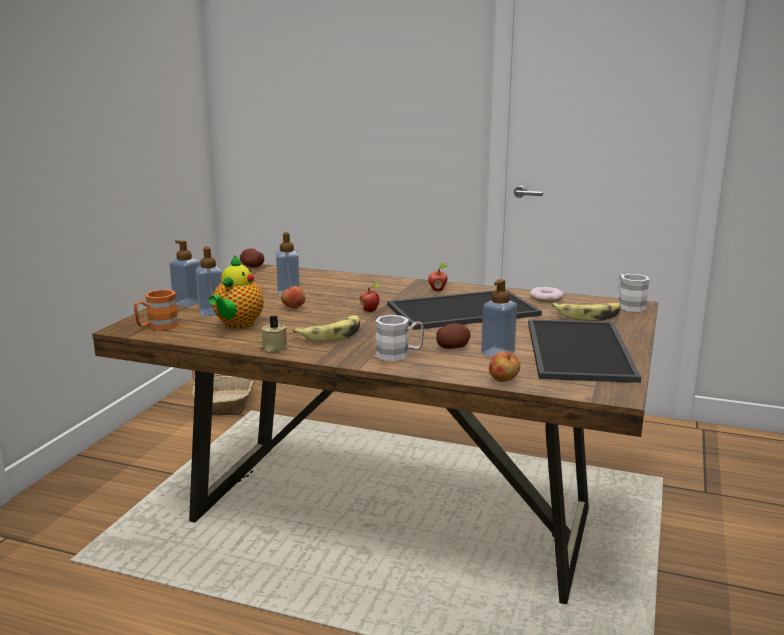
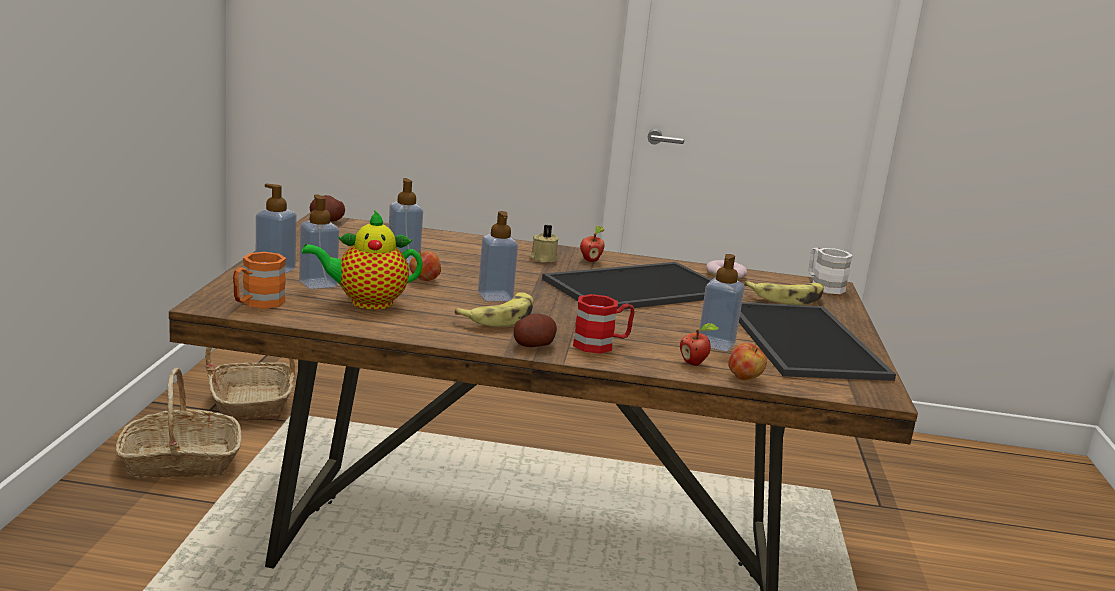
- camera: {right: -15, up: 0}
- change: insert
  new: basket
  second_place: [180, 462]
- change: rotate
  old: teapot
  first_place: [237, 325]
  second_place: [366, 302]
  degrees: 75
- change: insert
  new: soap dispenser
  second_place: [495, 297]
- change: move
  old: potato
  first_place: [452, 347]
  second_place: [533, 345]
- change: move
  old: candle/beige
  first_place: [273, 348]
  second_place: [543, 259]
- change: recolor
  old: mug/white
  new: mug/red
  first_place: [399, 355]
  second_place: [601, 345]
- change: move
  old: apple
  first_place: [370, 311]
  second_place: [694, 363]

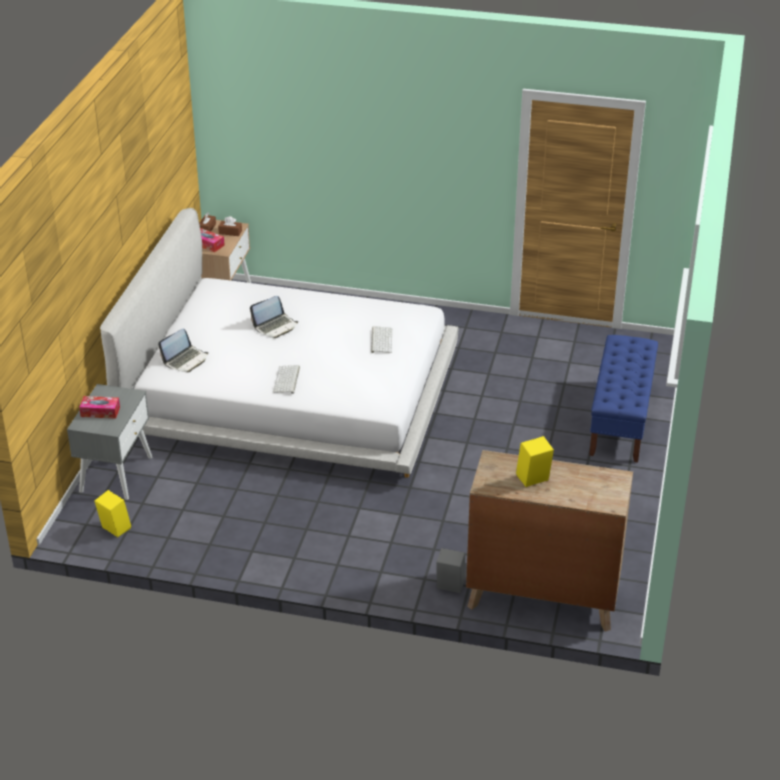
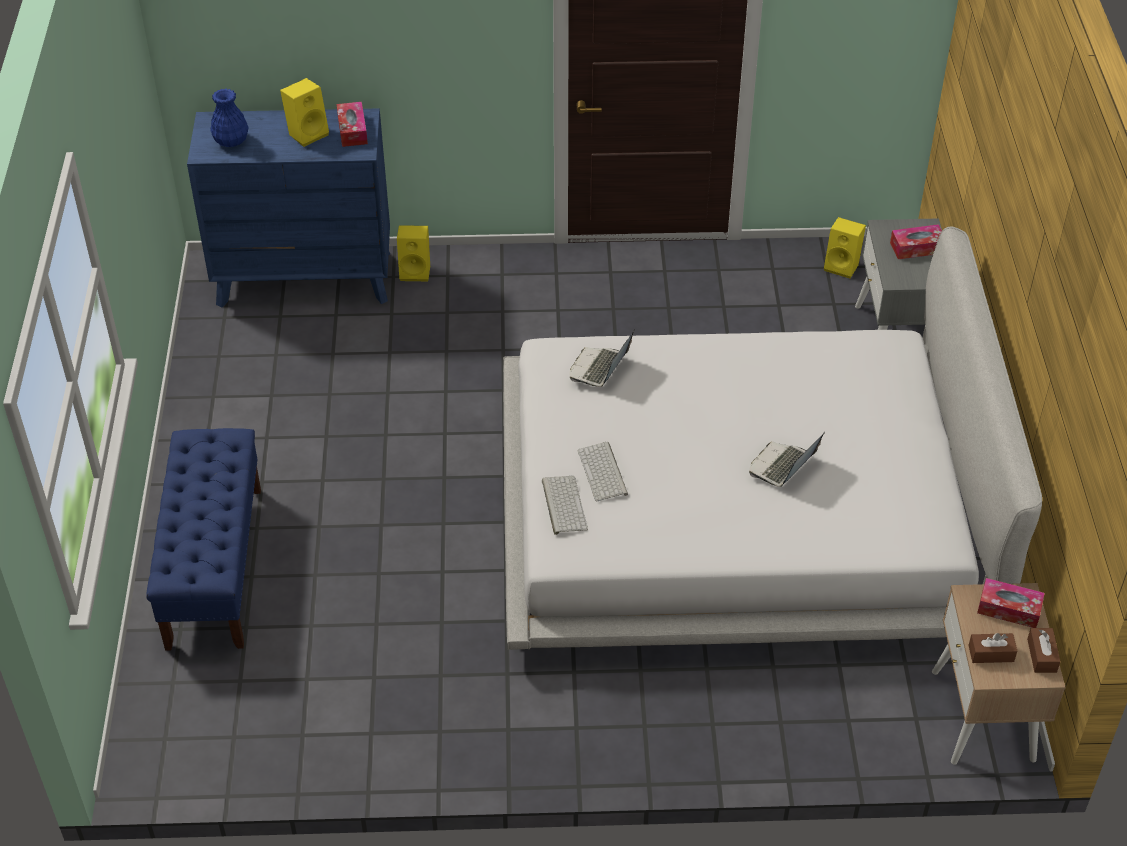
- camera: {right: 165, up: 10}
- change: recolor
  old: dresser/brown
  new: dresser/blue
  first_place: [542, 597]
  second_place: [304, 278]
- change: insert
  new: vase/blue
  second_place: [231, 140]
- change: insert
  new: tissue box
  second_place: [352, 130]
- change: recolor
  old: speaker/grey
  new: speaker/yellow
  first_place: [449, 587]
  second_place: [416, 271]
- change: move
  old: keyboard
  first_place: [287, 380]
  second_place: [563, 504]
- change: move
  old: laptop
  first_place: [185, 360]
  second_place: [599, 368]

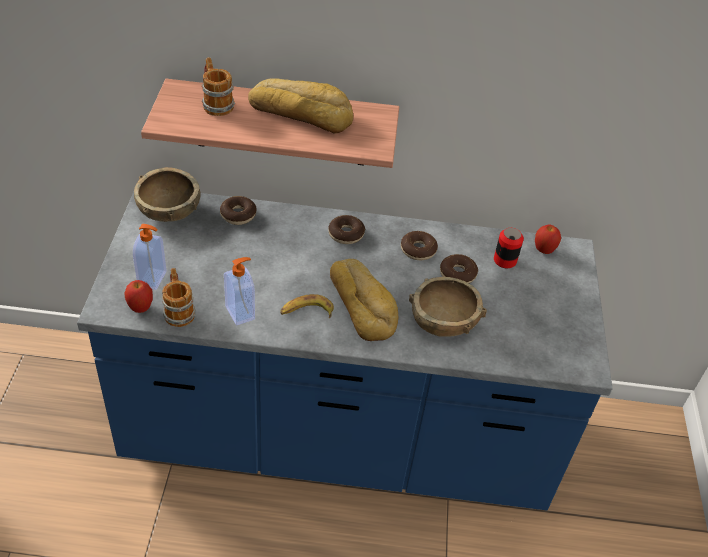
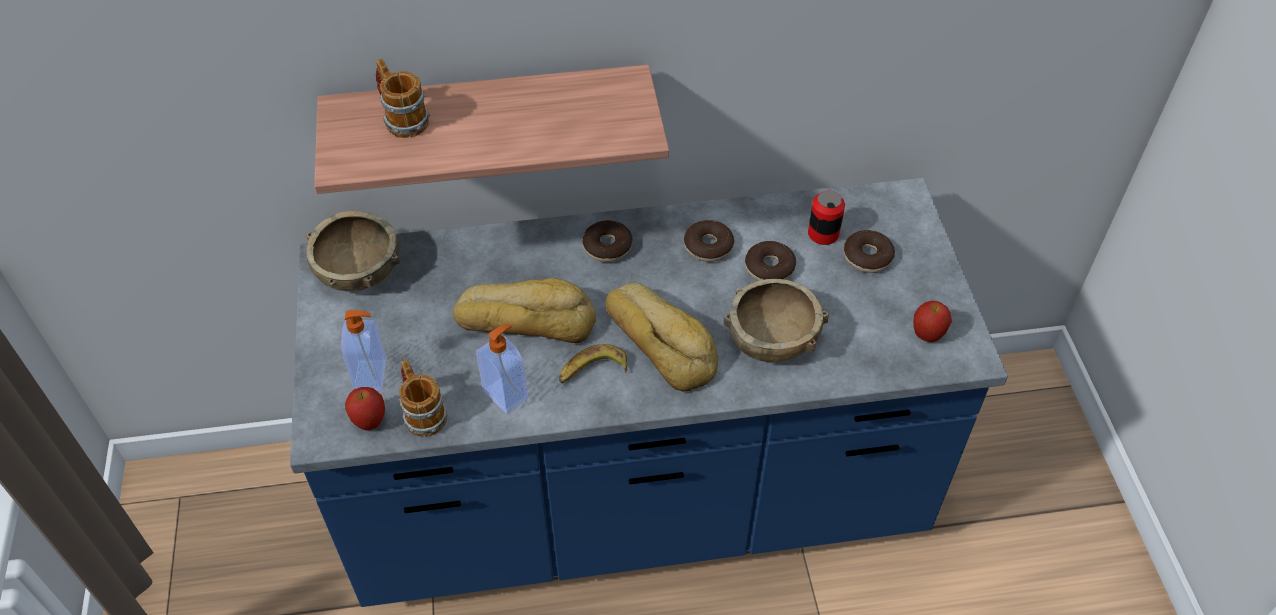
- camera: {right: -10, up: 5}
- change: move
  old: bread
  first_place: [301, 113]
  second_place: [526, 319]
- change: move
  old: donut
  first_place: [238, 215]
  second_place: [867, 257]
- change: move
  old: apple
  first_place: [543, 250]
  second_place: [927, 335]

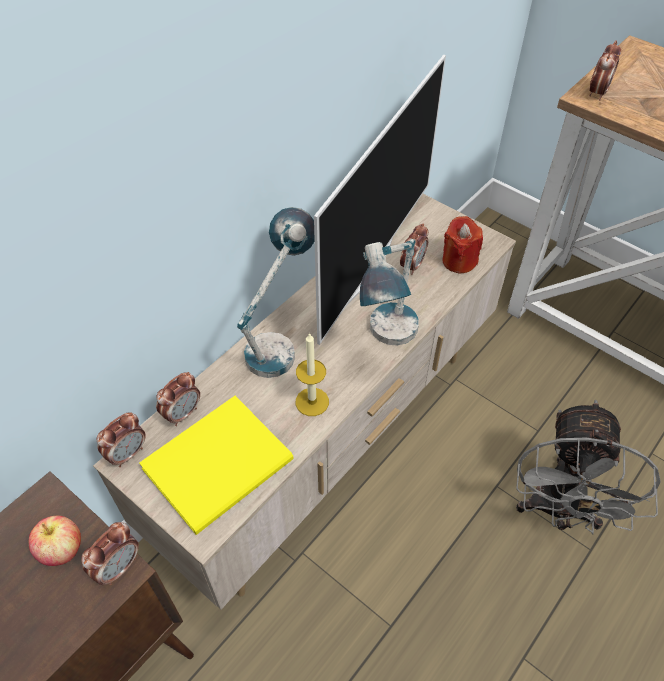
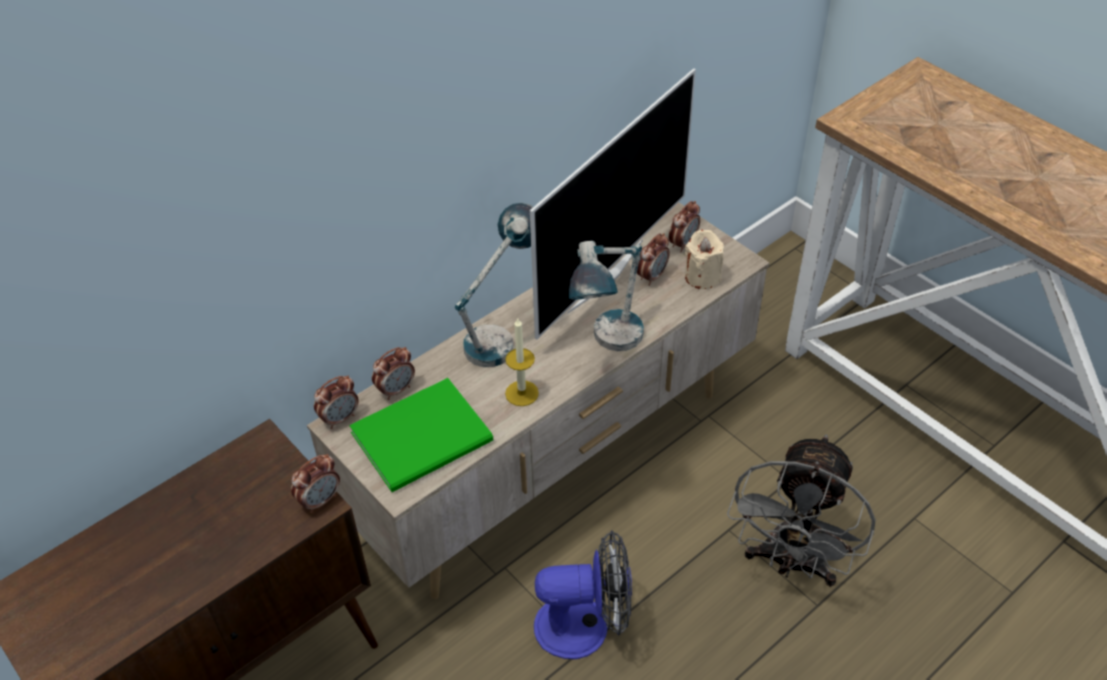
- camera: {right: 10, up: -5}
- change: recolor
  old: book/yellow
  new: book/green
  first_place: [223, 464]
  second_place: [426, 437]
- change: insert
  new: fan
  second_place: [585, 625]
- change: move
  old: alarm clock
  first_place: [597, 93]
  second_place: [683, 244]
- change: recolor
  old: candle/red
  new: candle/beige
  first_place: [459, 261]
  second_place: [702, 277]
- change: delete
  old: apple
  first_place: [62, 550]

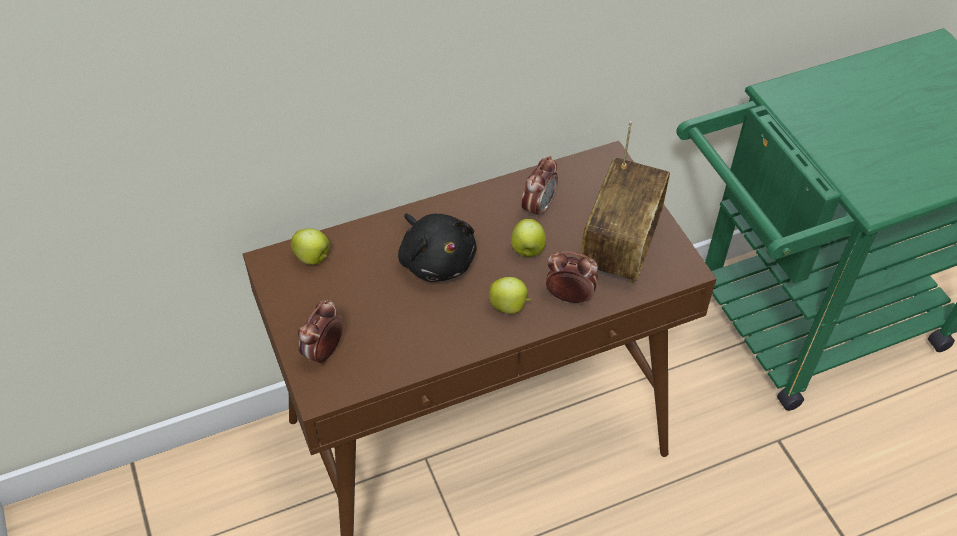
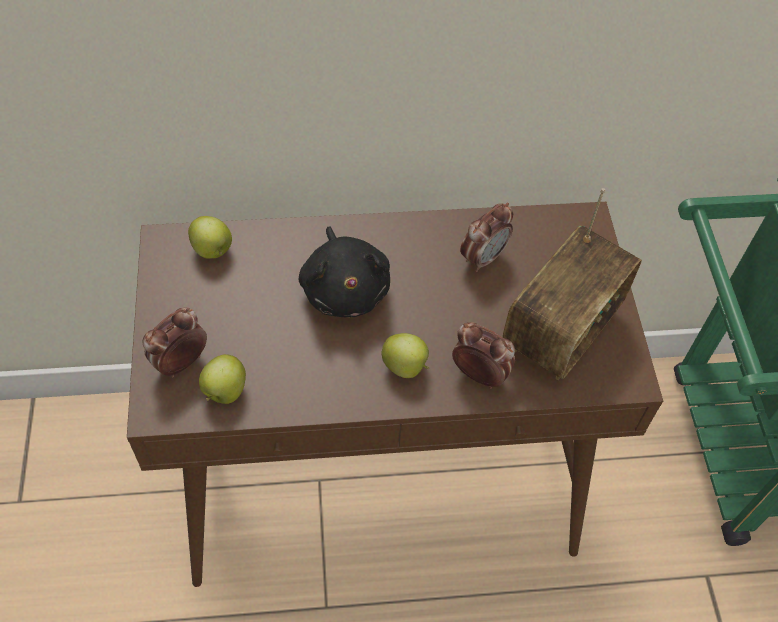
- camera: {right: 15, up: 5}
- change: move
  old: apple
  first_place: [527, 250]
  second_place: [224, 392]

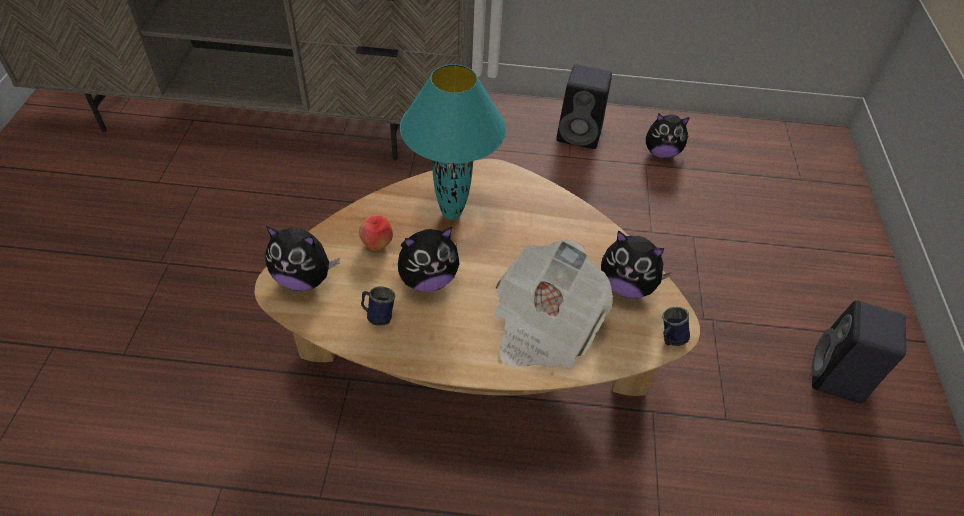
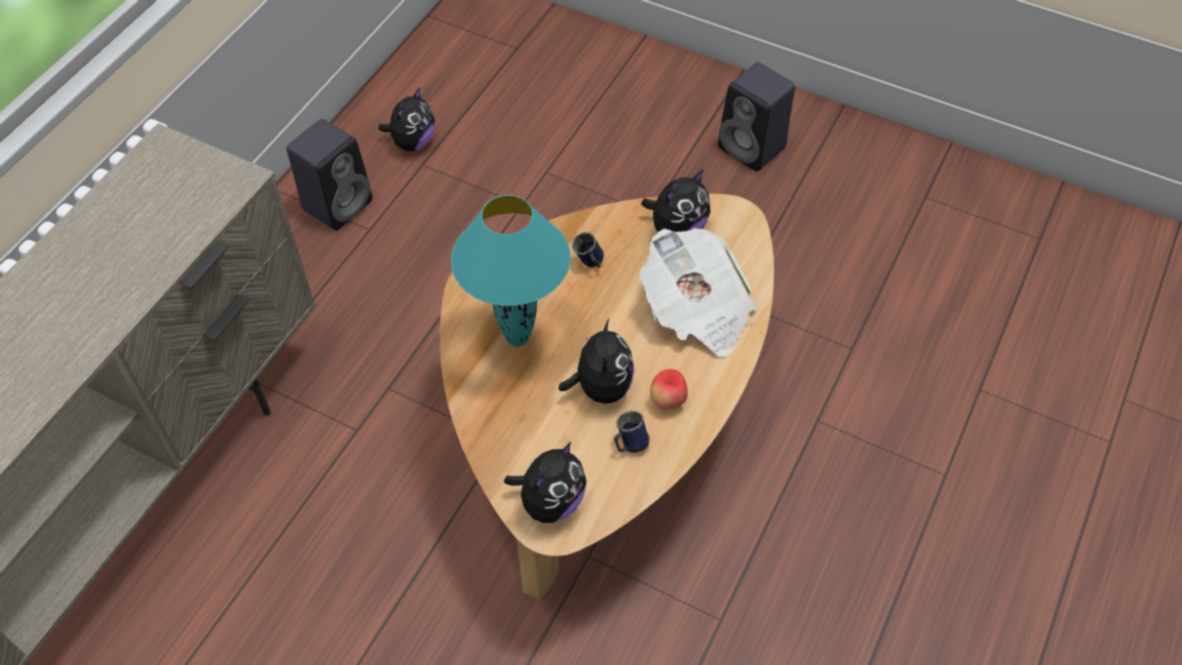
- camera: {right: -65, up: 5}
- change: move
  old: mug/blue
  first_place: [669, 339]
  second_place: [590, 264]
- change: move
  old: apple
  first_place: [377, 245]
  second_place: [668, 401]

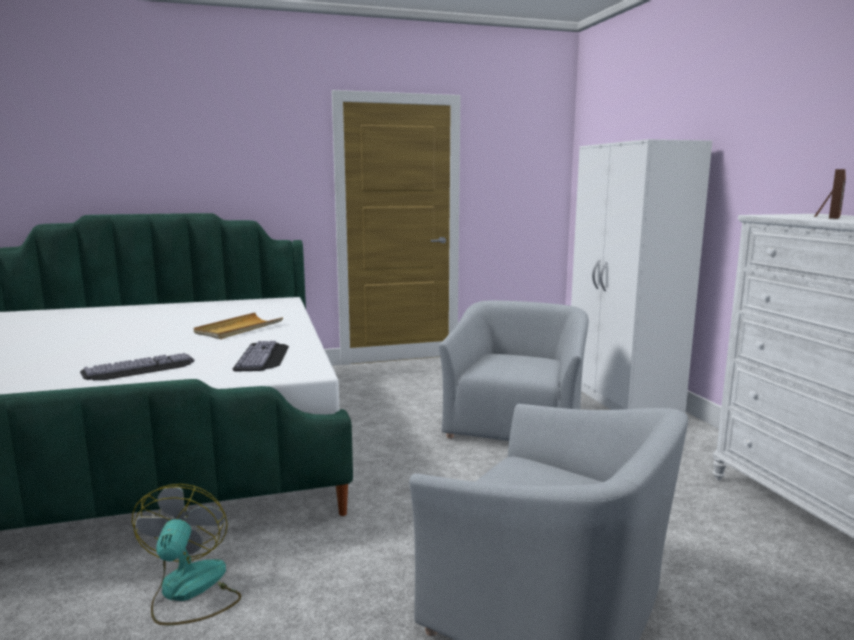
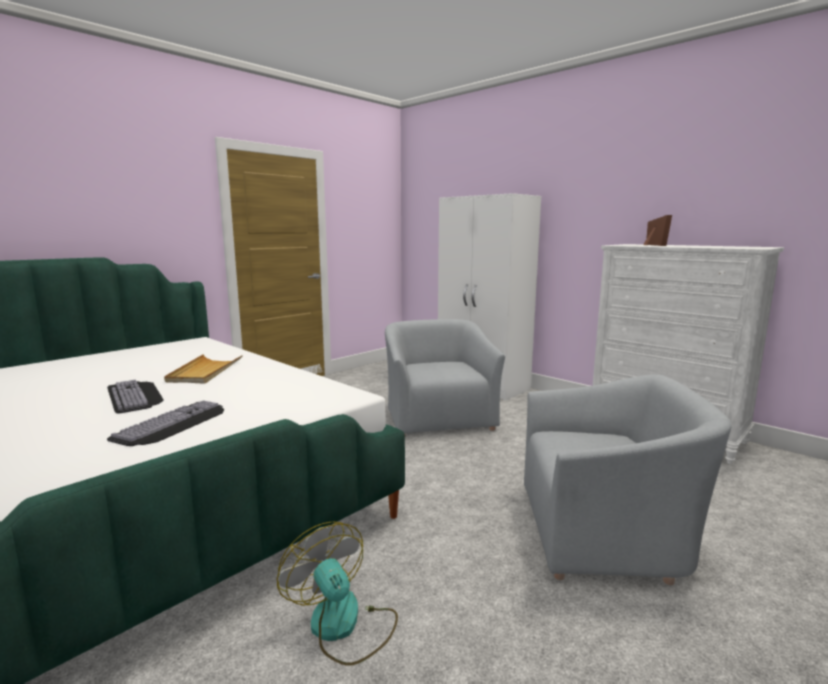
- camera: {right: -30, up: 0}
- change: move
  old: keyboard
  first_place: [264, 357]
  second_place: [136, 396]

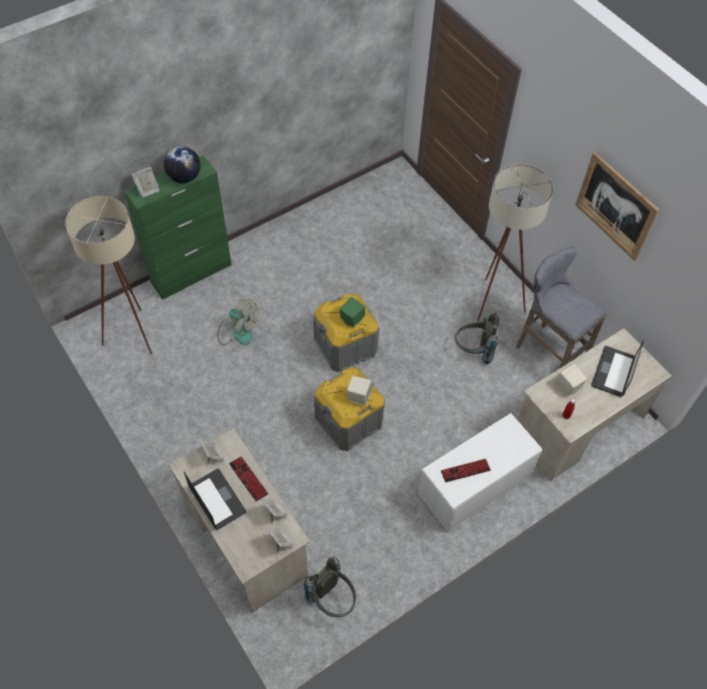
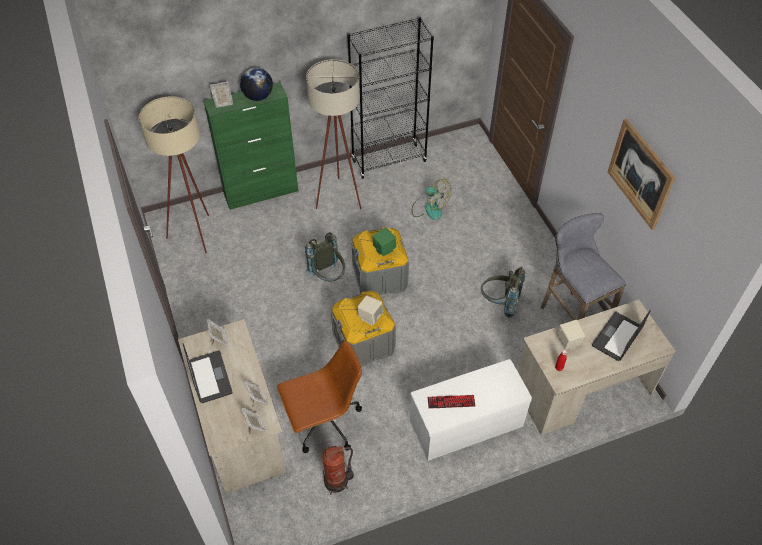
- camera: {right: 15, up: -5}
- change: insert
  new: office chair/brown
  second_place: [324, 423]
- change: move
  old: backpack/grey
  first_place: [332, 600]
  second_place: [328, 277]
- change: move
  old: floor lamp/beige
  first_place: [494, 298]
  second_place: [339, 194]
- change: insert
  new: fire extinguisher
  second_place: [337, 481]
- change: insert
  new: bookcase/black
  second_place: [389, 161]
- change: move
  old: fan
  first_place: [237, 331]
  second_place: [429, 208]
- change: delete
  old: keyboard
  first_place: [248, 479]

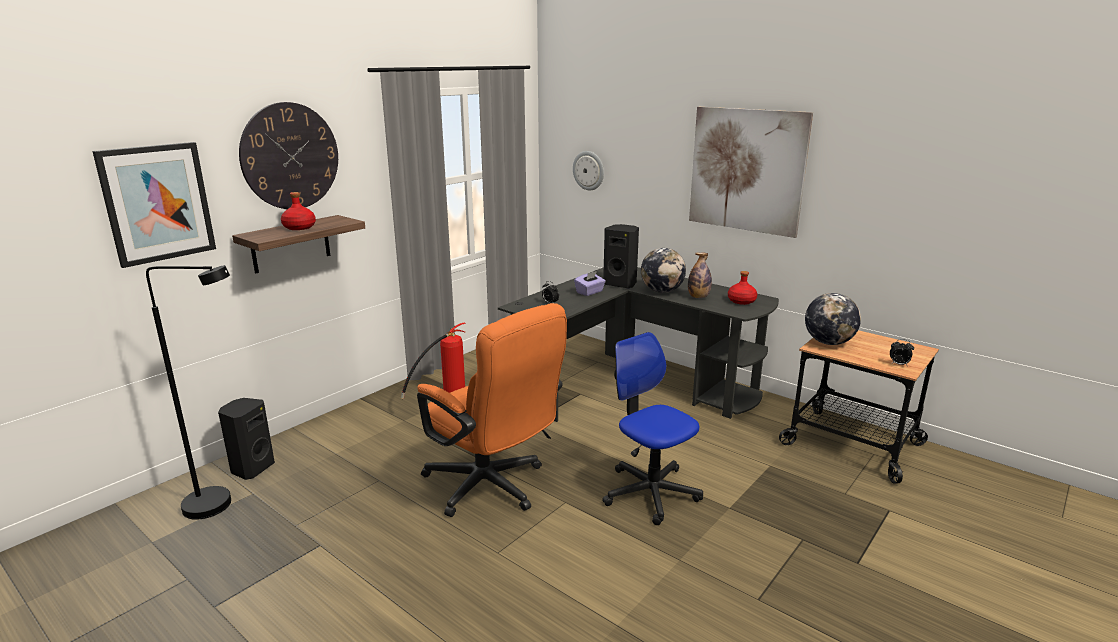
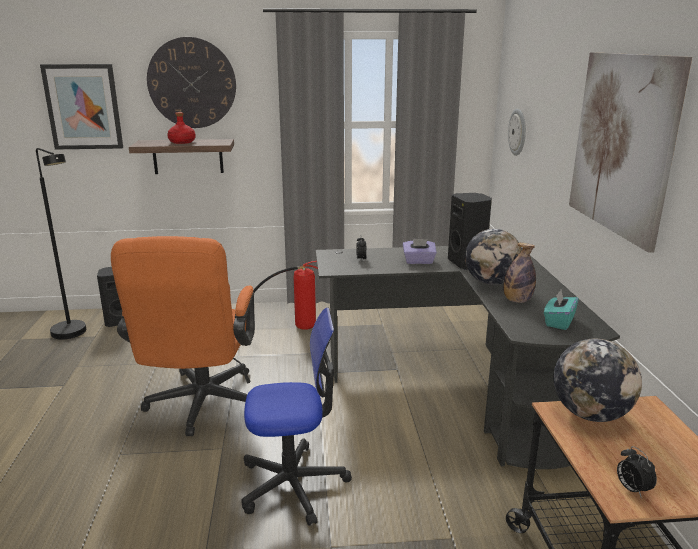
- camera: {right: 45, up: 0}
- change: rotate
  old: office chair
  first_place: [650, 492]
  second_place: [293, 484]
  degrees: 75
- change: replace
  old: bottle/red
  new: tissue box/turquoise
  first_place: [742, 301]
  second_place: [558, 322]

